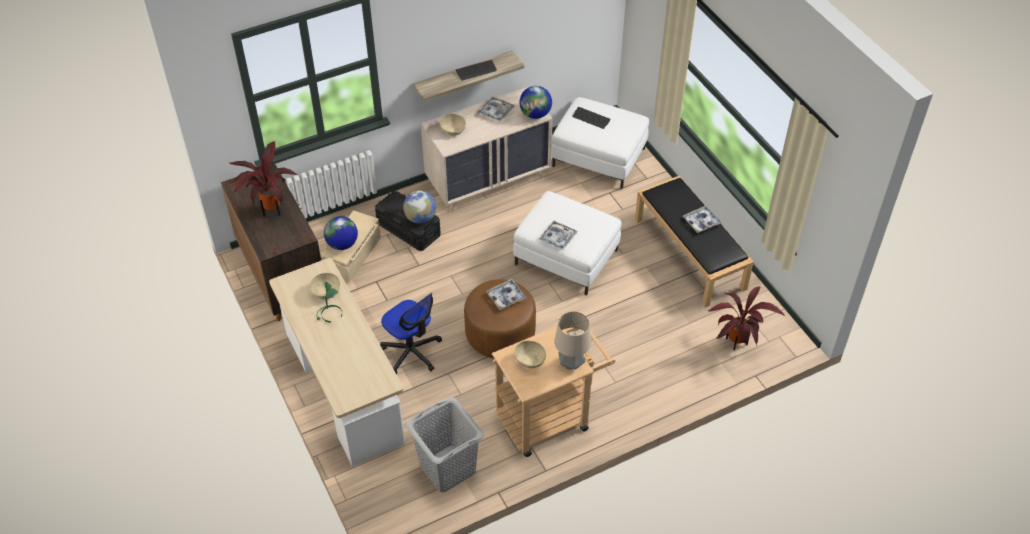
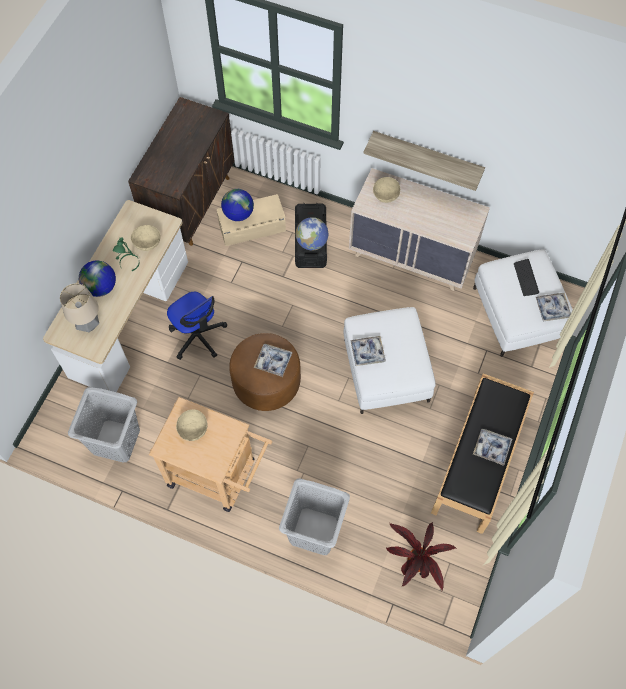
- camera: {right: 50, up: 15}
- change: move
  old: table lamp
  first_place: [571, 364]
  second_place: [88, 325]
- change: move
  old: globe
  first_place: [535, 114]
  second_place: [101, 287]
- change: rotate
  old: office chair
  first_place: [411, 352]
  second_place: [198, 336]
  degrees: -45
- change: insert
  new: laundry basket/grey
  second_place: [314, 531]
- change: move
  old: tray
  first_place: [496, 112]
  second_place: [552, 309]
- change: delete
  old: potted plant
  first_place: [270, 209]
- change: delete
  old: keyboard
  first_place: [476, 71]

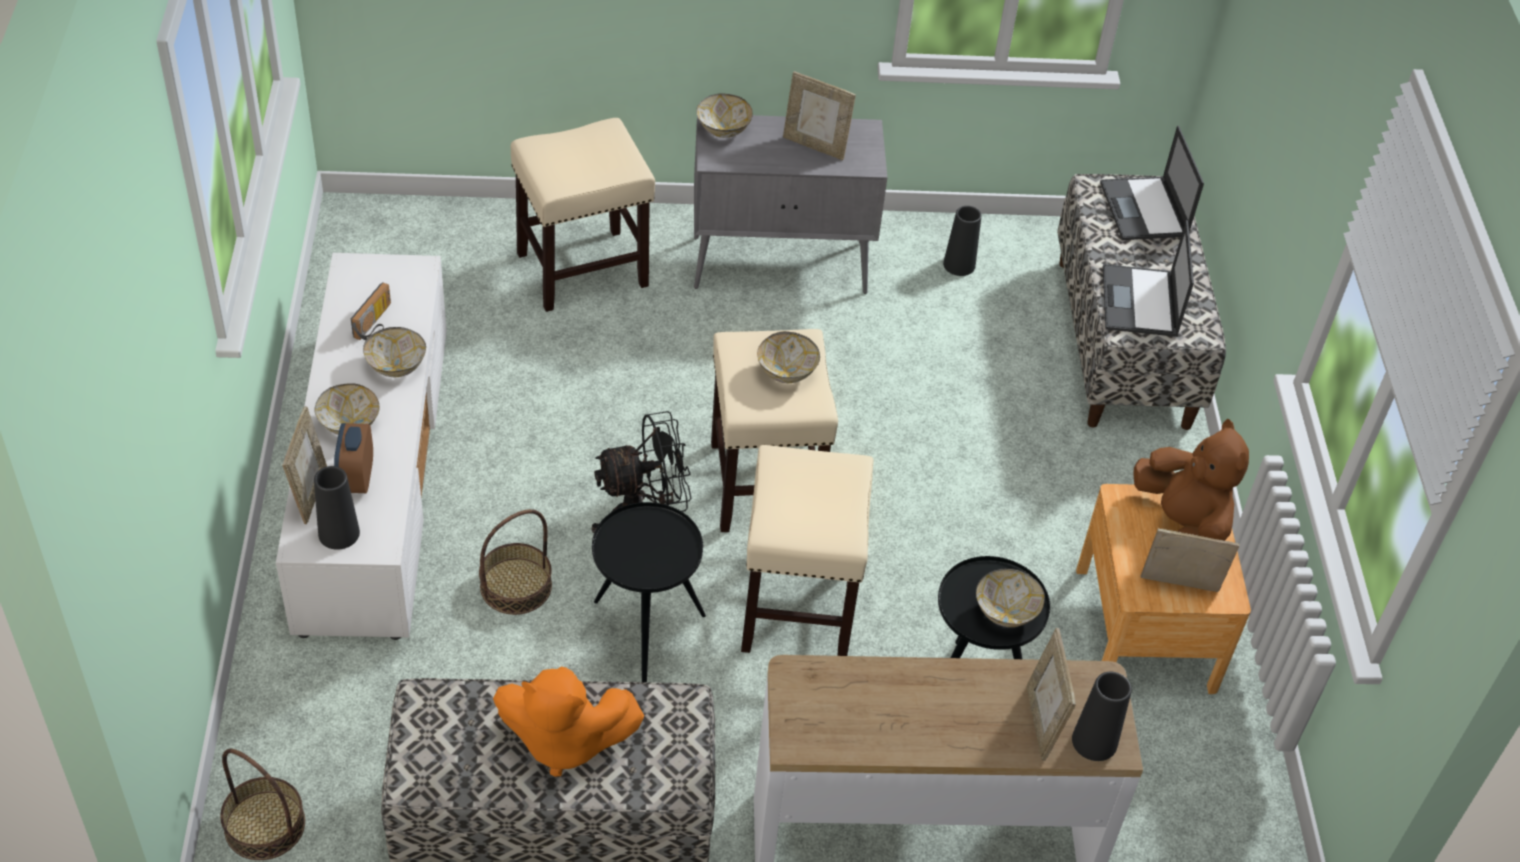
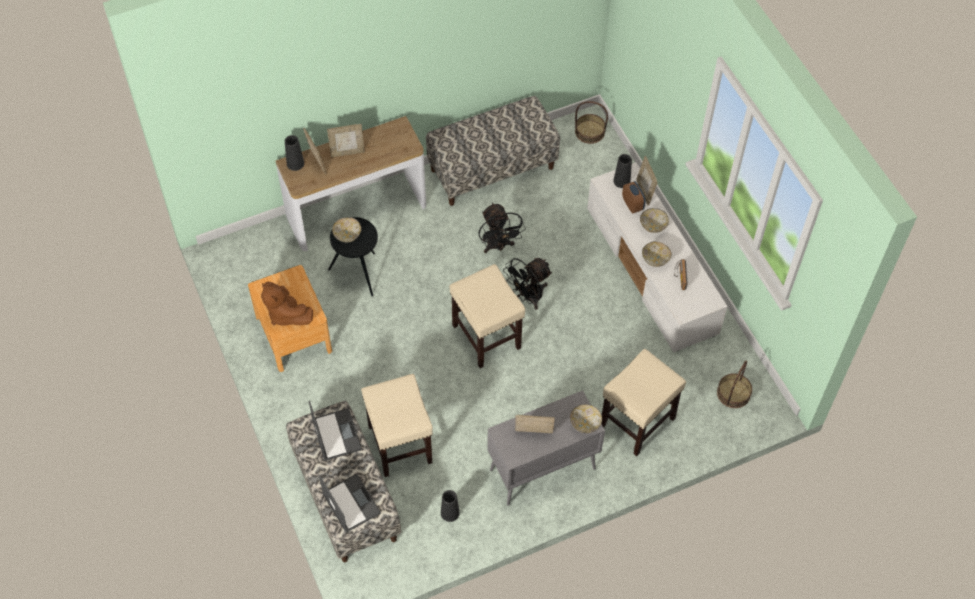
- camera: {right: 160, up: 10}
- change: move
  old: picture frame
  first_place: [1178, 588]
  second_place: [347, 152]
- change: move
  old: stool/beige
  first_place: [798, 605]
  second_place: [400, 445]
- change: replace
  old: side table/black
  new: fan/black
  first_place: [644, 641]
  second_place: [498, 246]
- change: move
  old: basket
  first_place: [516, 586]
  second_place: [733, 393]
- change: delete
  old: plush toy/orange
  first_place: [563, 741]
- change: delete
  old: bowl
  first_place: [787, 372]

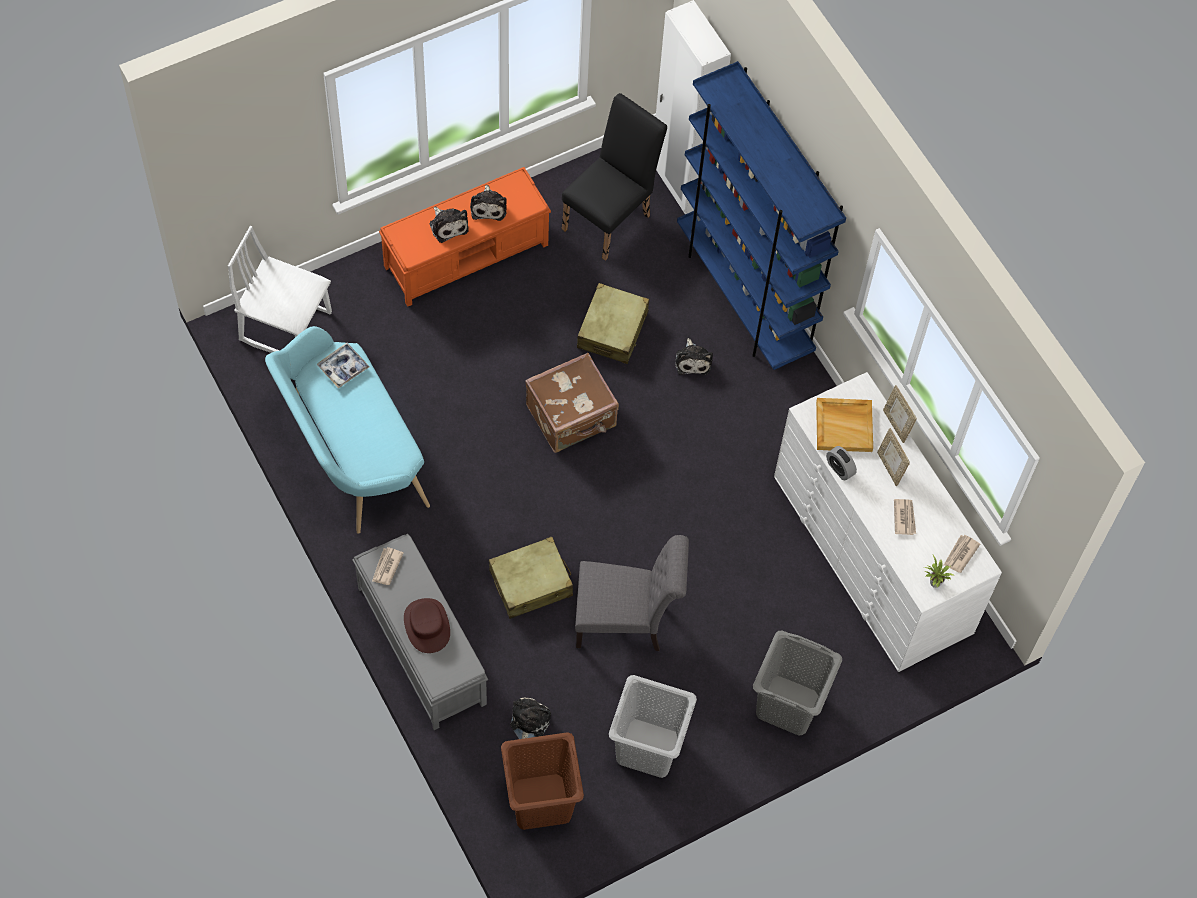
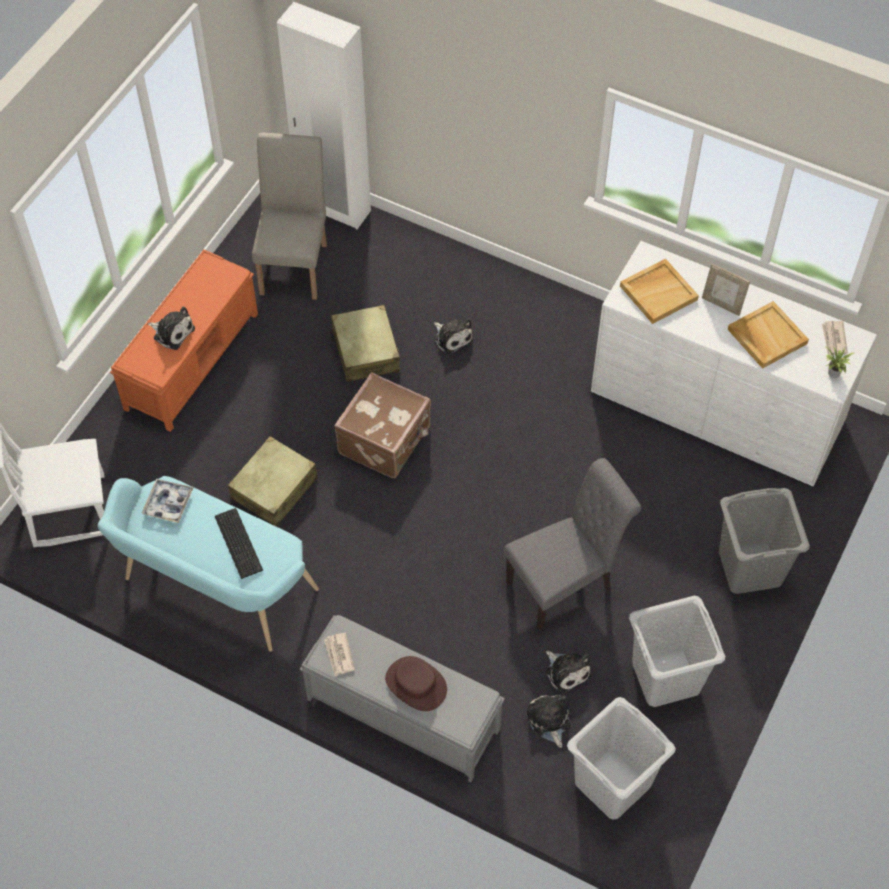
- camera: {right: -30, up: -5}
- change: insert
  new: keyboard
  second_place: [239, 542]
- change: move
  old: suitcase/beige
  first_place: [531, 583]
  second_place: [274, 488]
- change: recolor
  old: chair/black
  new: chair/beige
  first_place: [611, 218]
  second_place: [295, 263]
- change: move
  old: plush toy
  first_place: [488, 206]
  second_place: [566, 671]
- change: recolor
  old: laundry basket/brown
  new: laundry basket/grey
  first_place: [541, 801]
  second_place: [613, 783]
- change: replace
  old: newspaper
  new: tray/beige
  first_place: [904, 517]
  second_place: [766, 336]
- change: delete
  old: bookcase/blue
  first_place: [744, 296]
- change: delete
  old: alarm clock
  first_place: [839, 469]
- change: delete
  old: picture frame
  first_place: [896, 425]

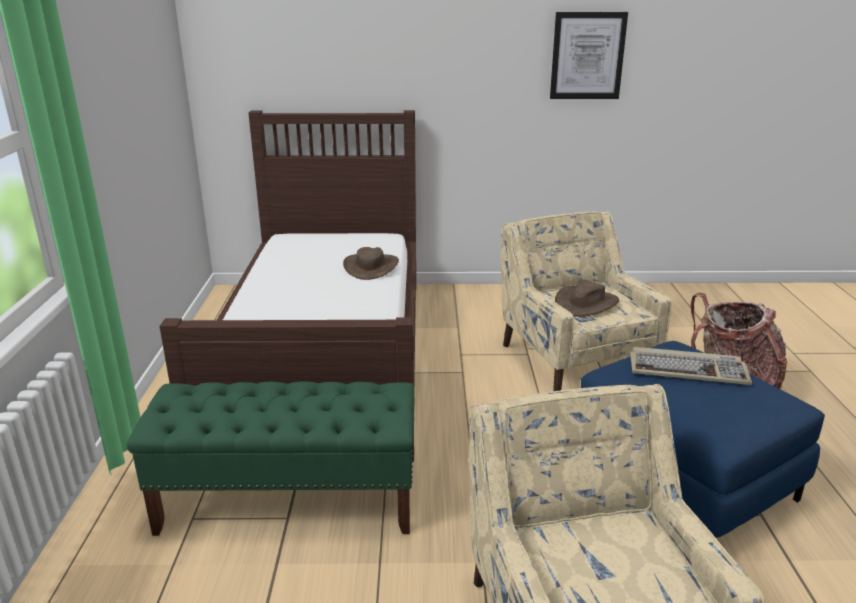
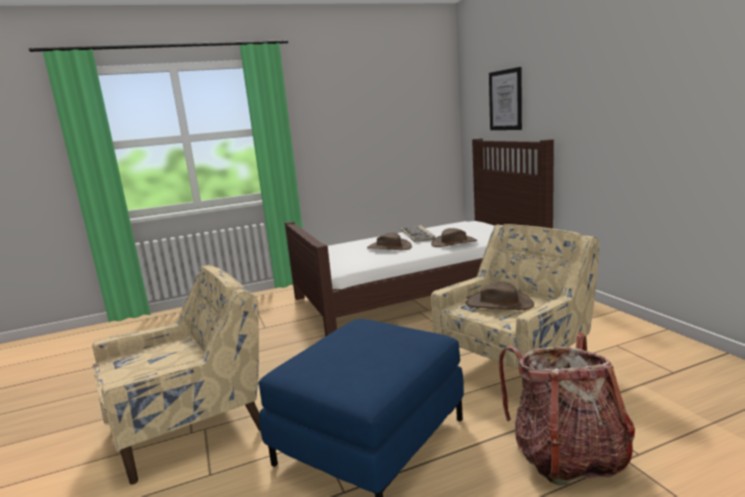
- camera: {right: 70, up: -10}
- change: insert
  new: hat/brown
  second_place: [389, 247]
- change: move
  old: keyboard
  first_place: [688, 370]
  second_place: [418, 235]
- change: move
  old: picture
  first_place: [587, 56]
  second_place: [505, 100]
- change: delete
  old: bench/green
  first_place: [290, 502]

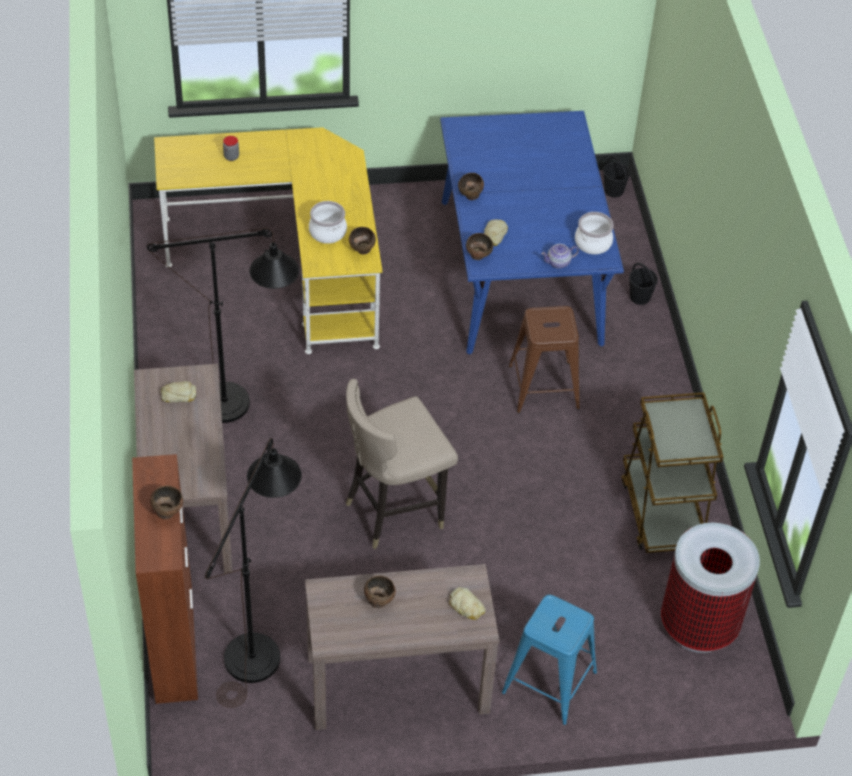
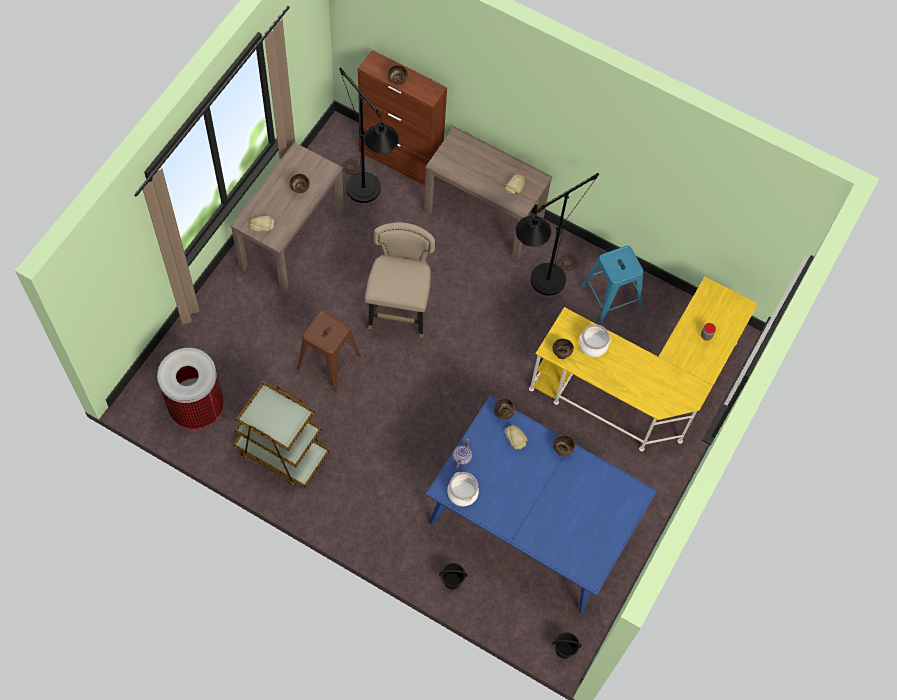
- camera: {right: 125, up: 15}
- change: move
  old: stool/brown
  first_place: [544, 387]
  second_place: [329, 363]
- change: move
  old: stool/blue
  first_place: [549, 683]
  second_place: [610, 296]

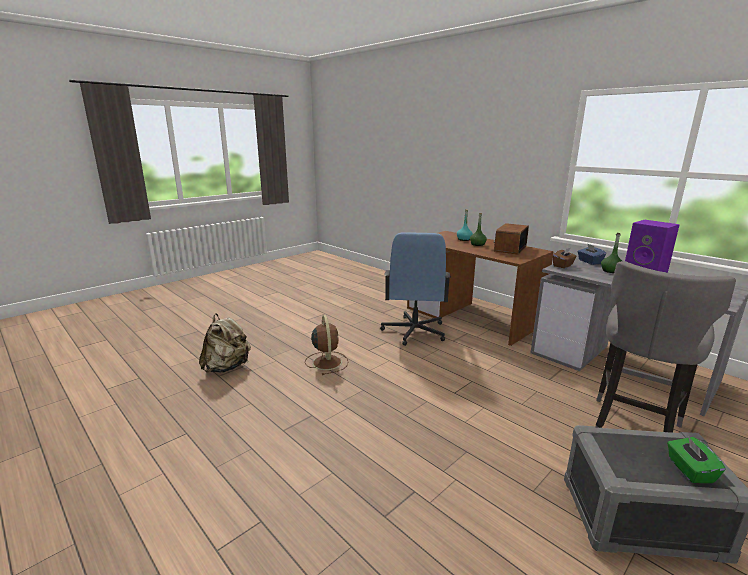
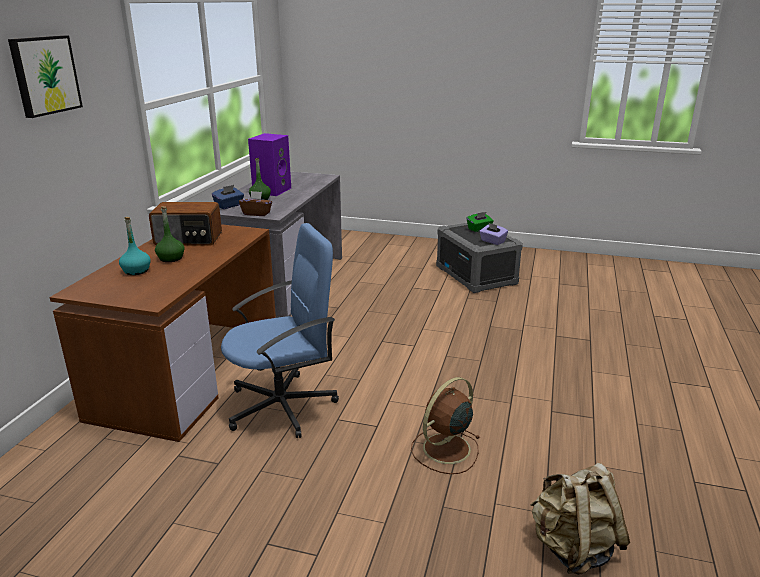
- camera: {right: -120, up: 5}
- change: insert
  new: picture
  second_place: [44, 75]
- change: insert
  new: tissue box/purple
  second_place: [492, 241]
- change: delete
  old: stool/grey
  first_place: [632, 428]

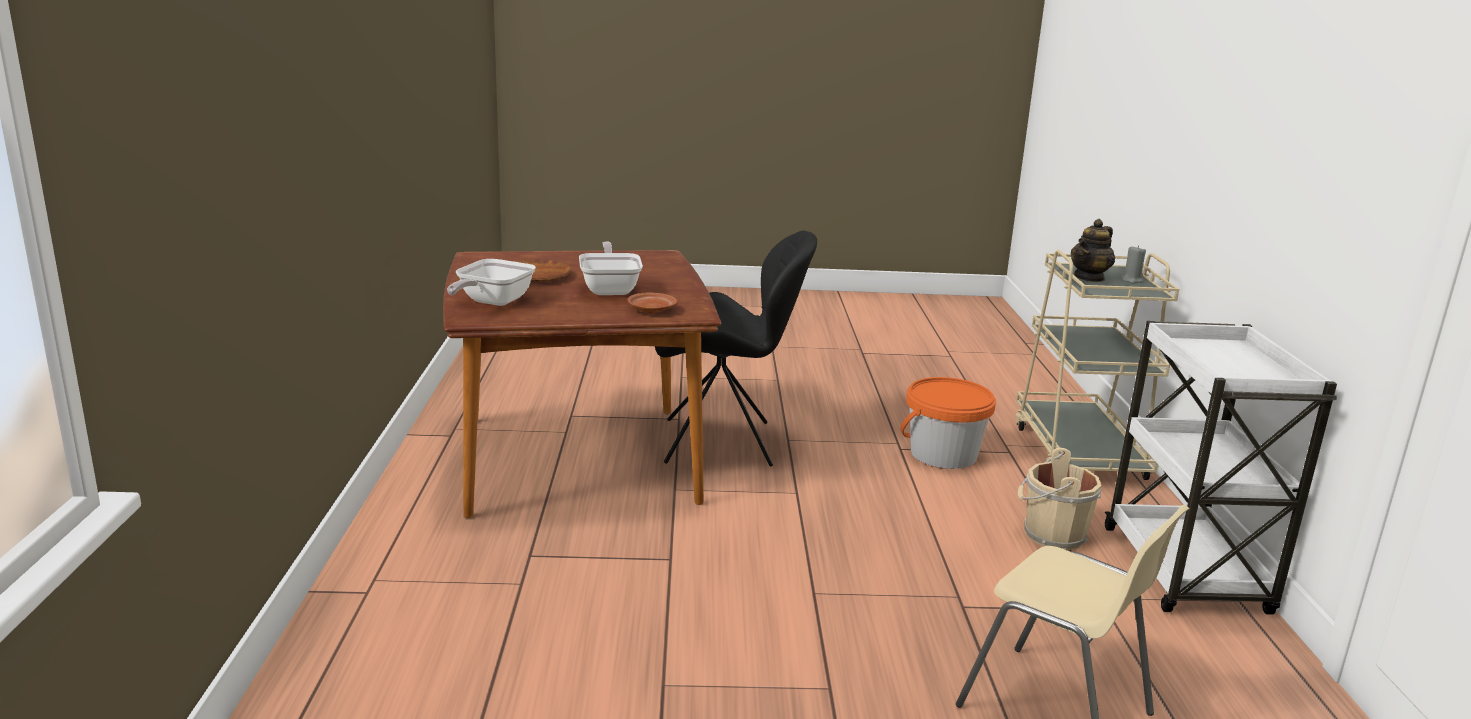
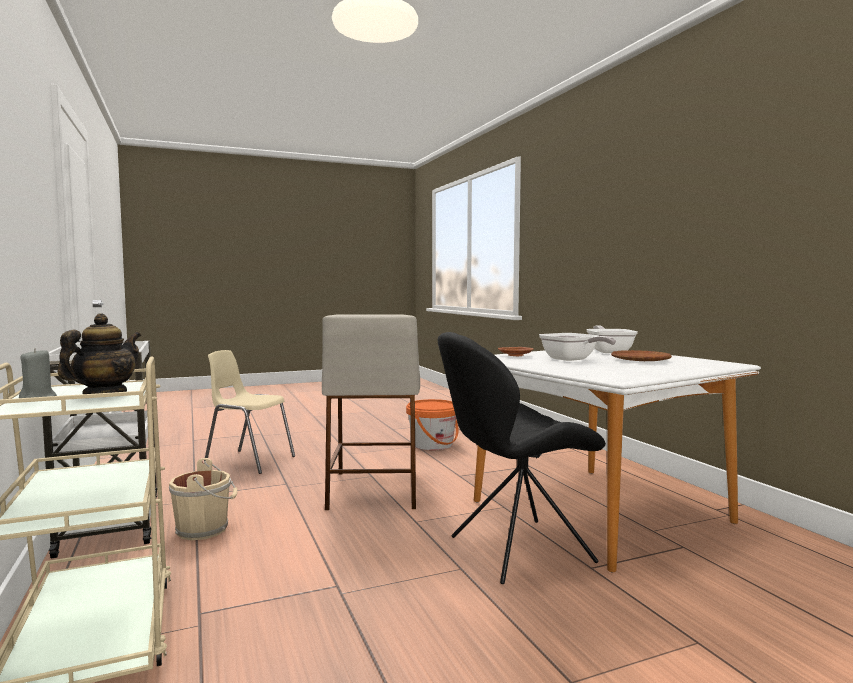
- camera: {right: 160, up: -15}
- change: insert
  new: stool/beige
  second_place: [373, 489]
- change: move
  old: bucket/orange
  first_place: [943, 454]
  second_place: [432, 444]
- change: recolor
  old: dining table/brown
  new: dining table/white
  first_place: [579, 459]
  second_place: [600, 512]

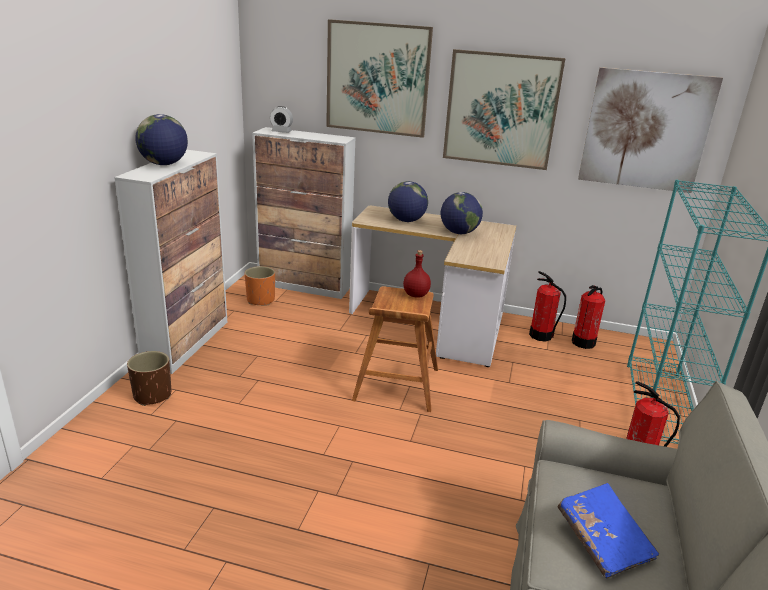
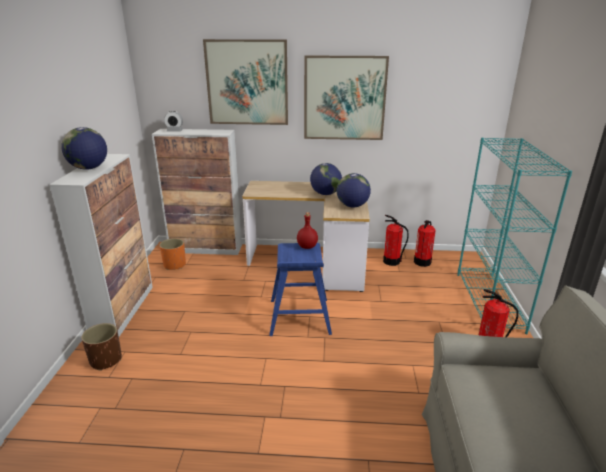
- camera: {right: -10, up: 0}
- change: recolor
  old: stool/brown
  new: stool/blue
  first_place: [396, 385]
  second_place: [299, 317]
- change: move
  old: globe
  first_place: [406, 221]
  second_place: [352, 206]
- change: delete
  old: book/blue
  first_place: [603, 540]
- change: delete
  old: picture
  first_place: [646, 130]

